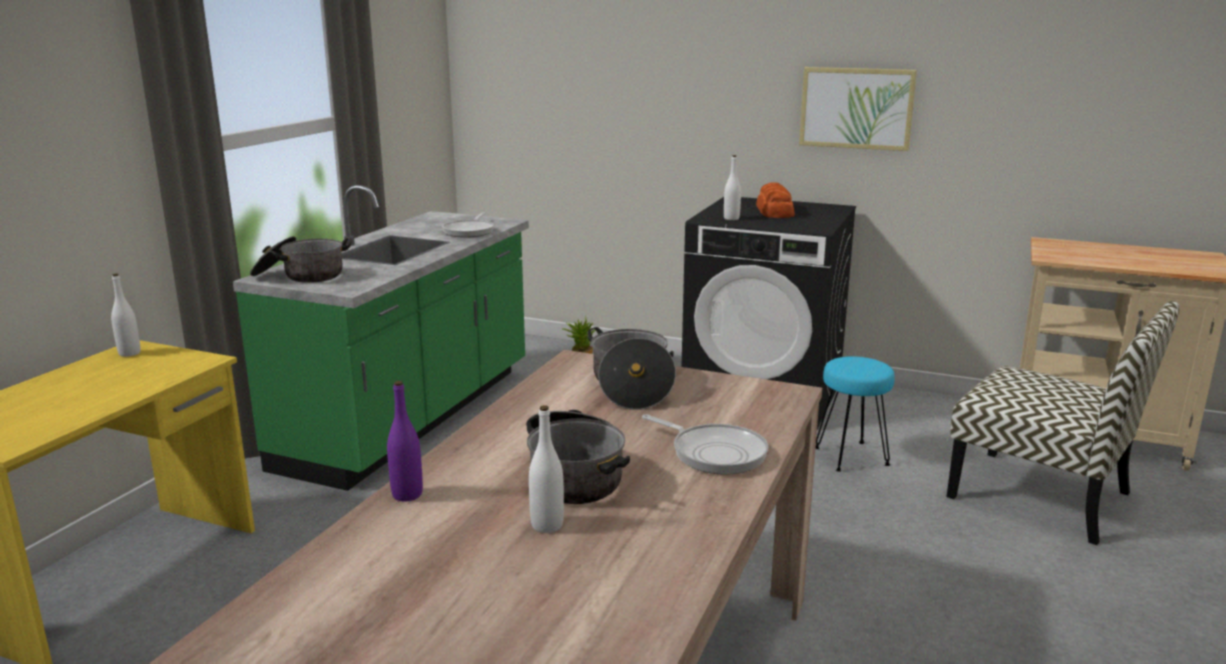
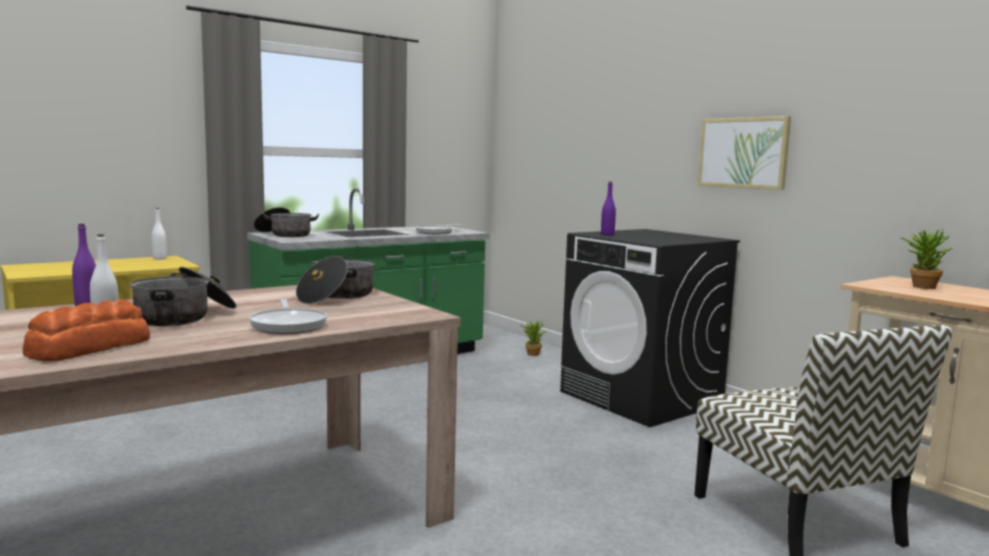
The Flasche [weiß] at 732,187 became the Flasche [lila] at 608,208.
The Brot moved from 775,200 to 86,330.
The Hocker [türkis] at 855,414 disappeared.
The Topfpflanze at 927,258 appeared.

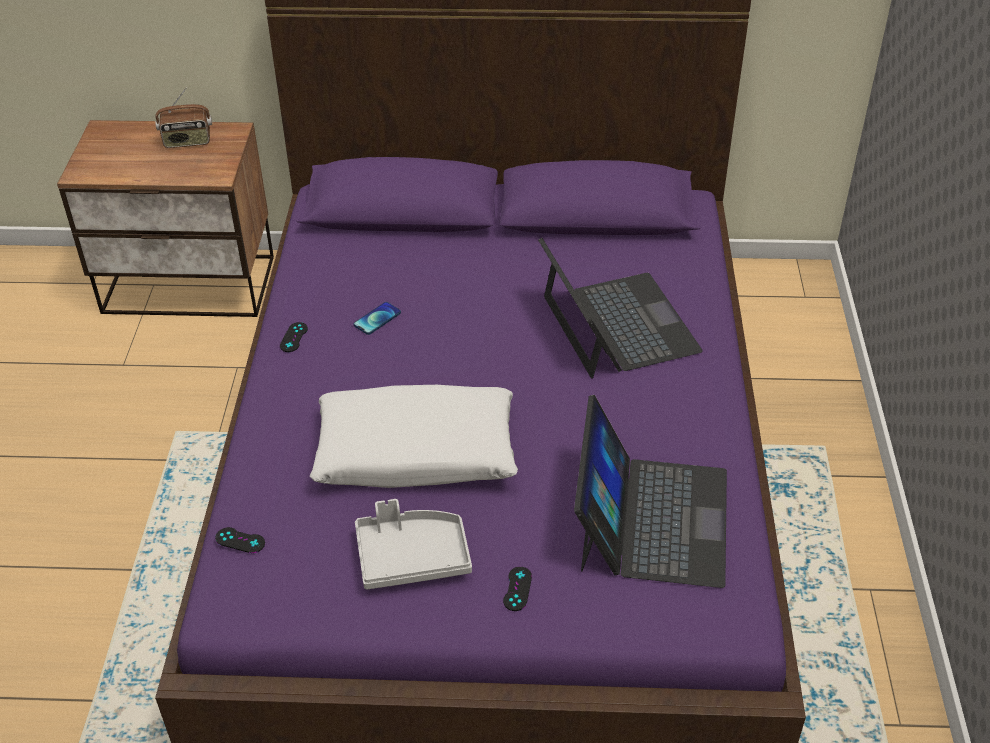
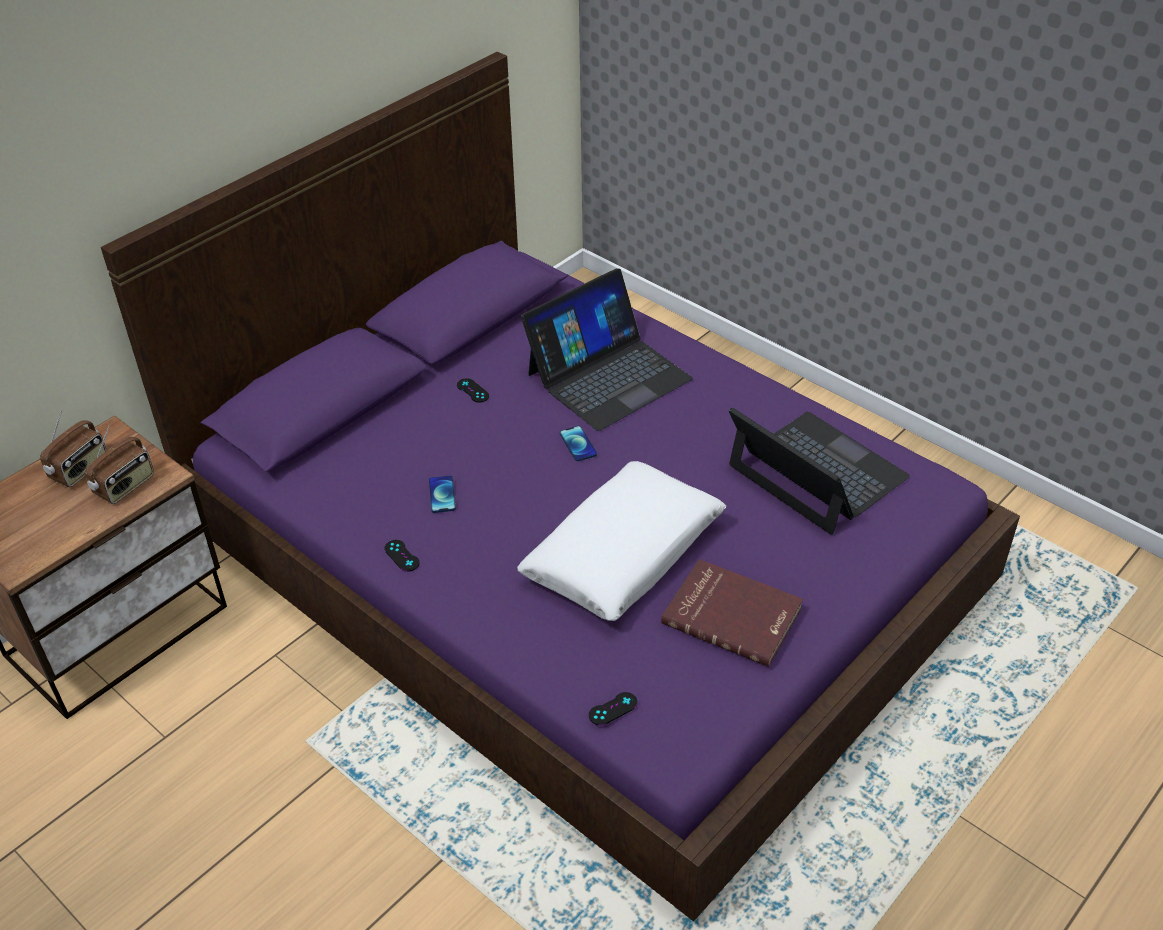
The Tablett [grau] at 413,544 was replaced by the Buch [rot] at 732,613.
The Gamepad [schwarz] moved from 517,589 to 473,390.
The Laptop at 620,308 turned 120 degrees clockwise.
The Radio at 119,465 appeared.
The Handy at 578,443 appeared.

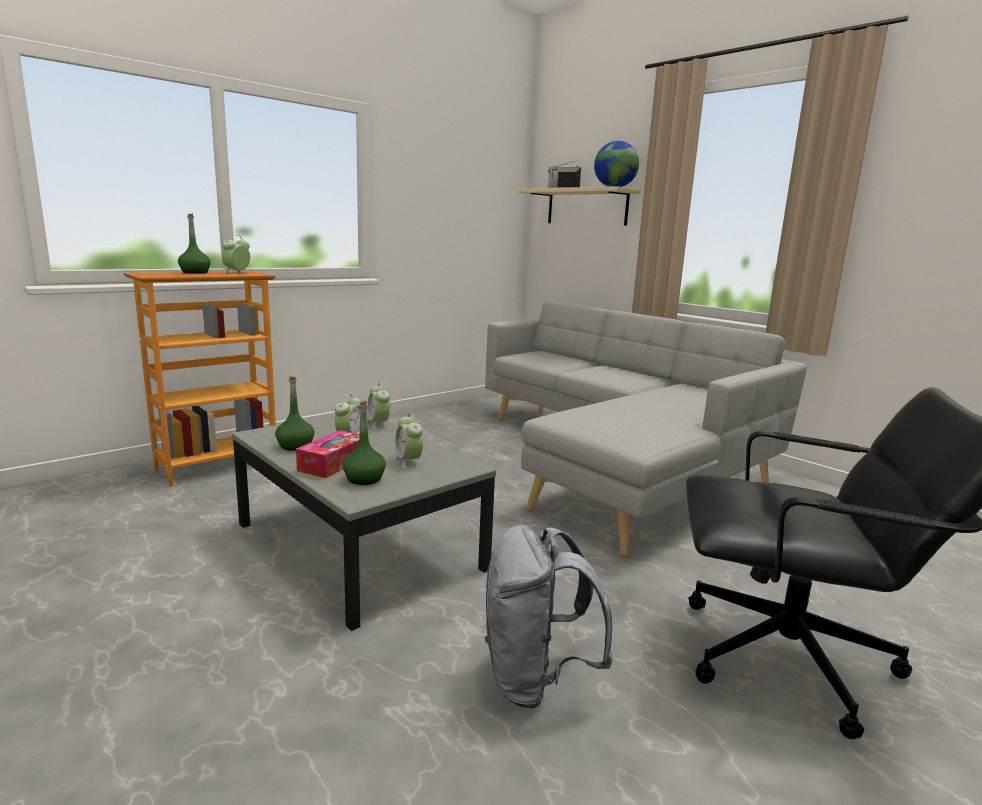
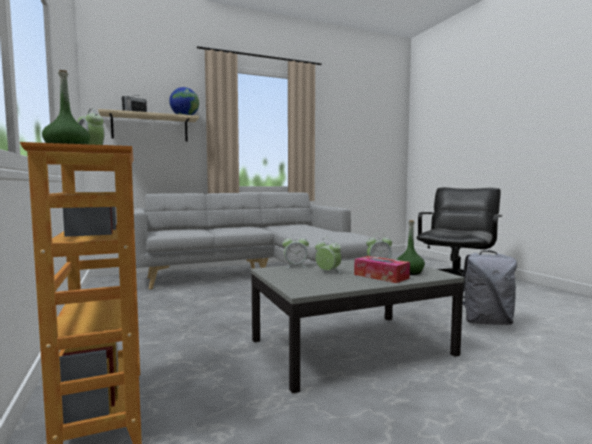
The Flasche [grün] at 295,413 disappeared.

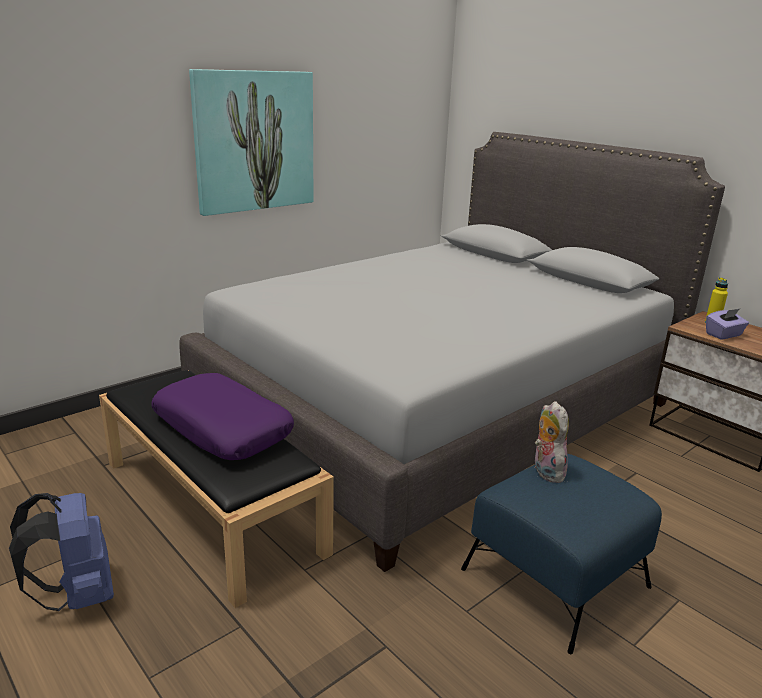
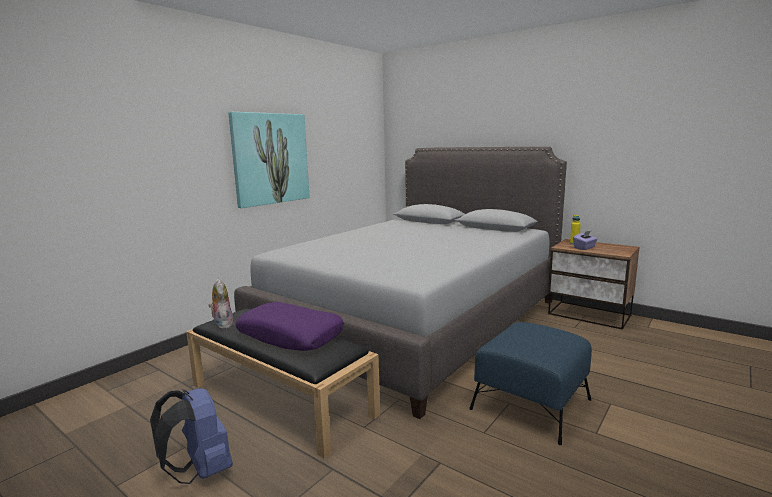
The Plüschtier moved from 552,442 to 221,304.

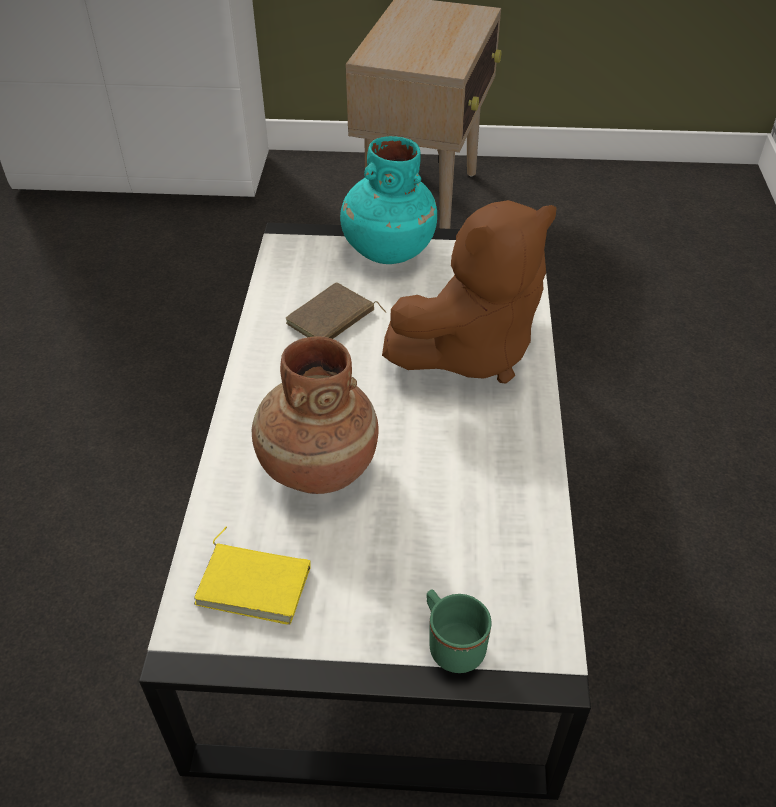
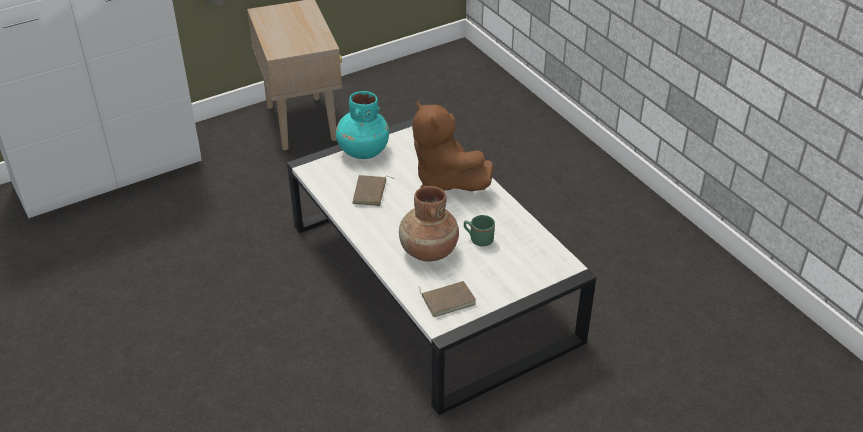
The Buch [gelb] at 252,576 became the Buch [braun] at 447,299.
The Plüschtier [braun] at 469,292 turned 120 degrees clockwise.
The Henkelbecher [grün] moved from 459,631 to 479,230.

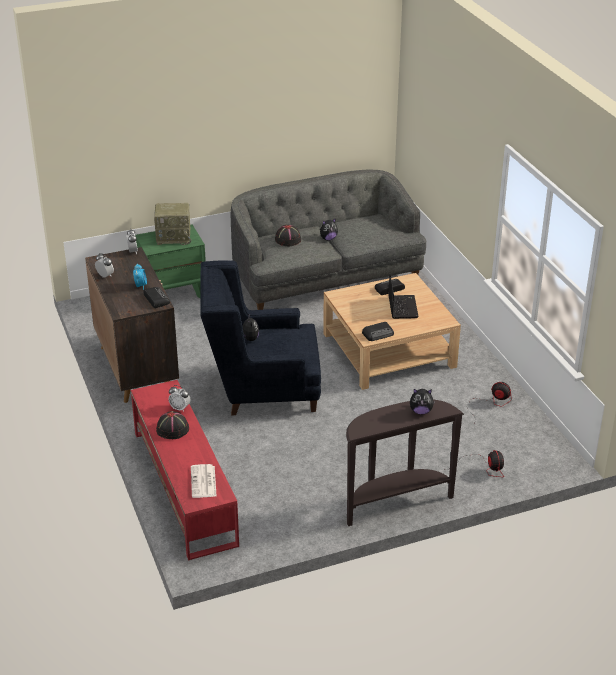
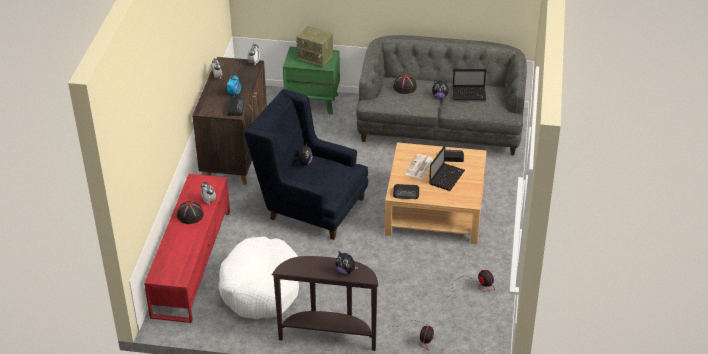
The Zeitung moved from 204,481 to 419,166.
The Hundebett [weiß] at 258,278 appeared.
The Laptop at 469,84 appeared.

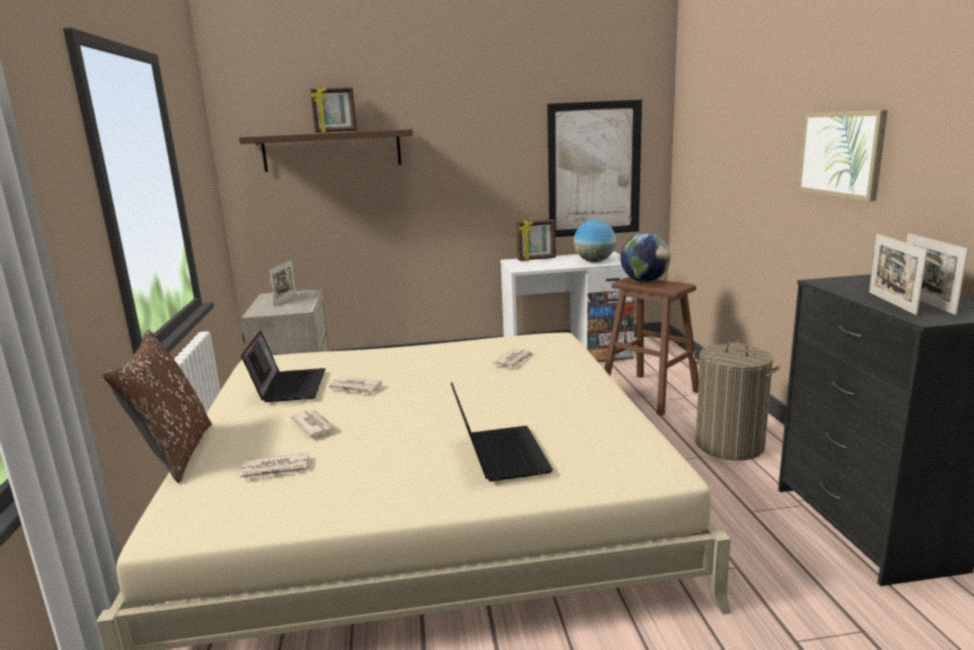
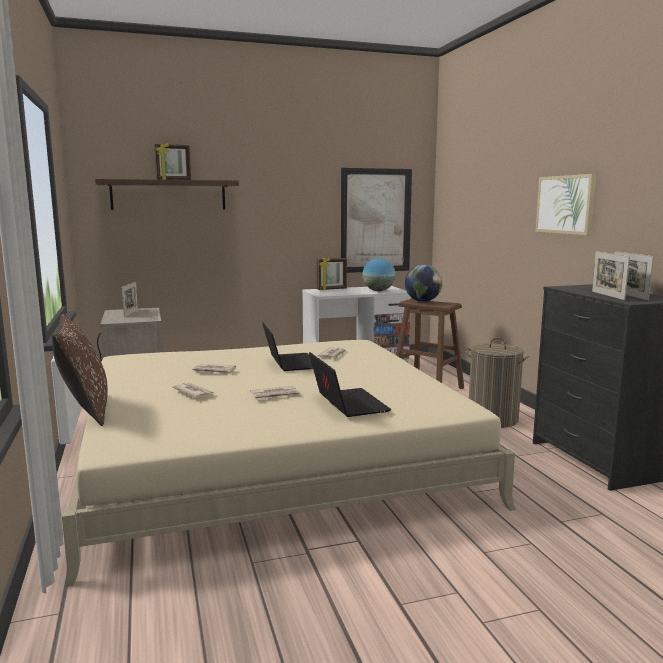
The Zeitung moved from 275,466 to 275,393.
The Laptop moved from 283,366 to 287,346.

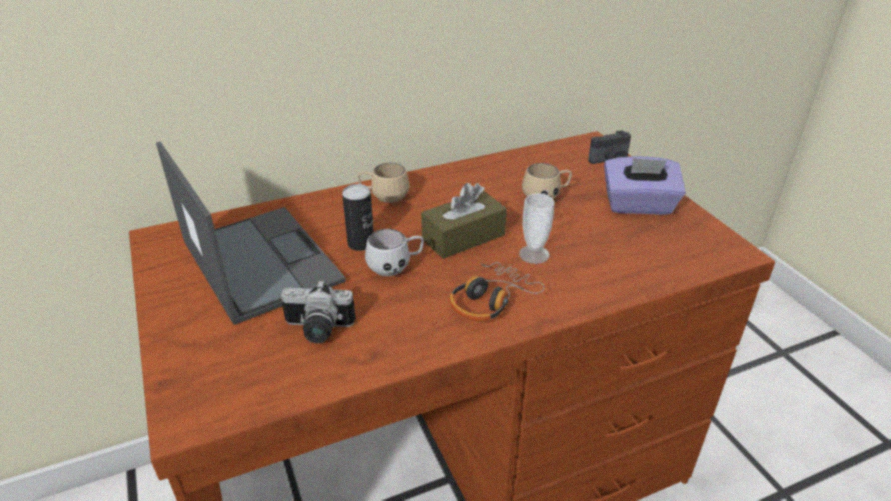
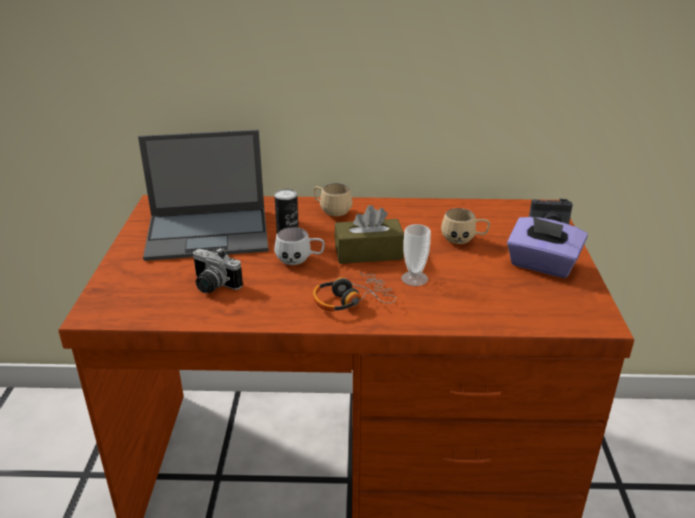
The Laptop at 251,233 turned 90 degrees clockwise.

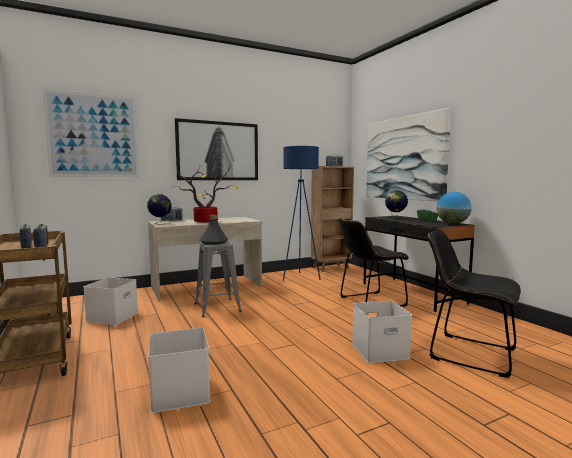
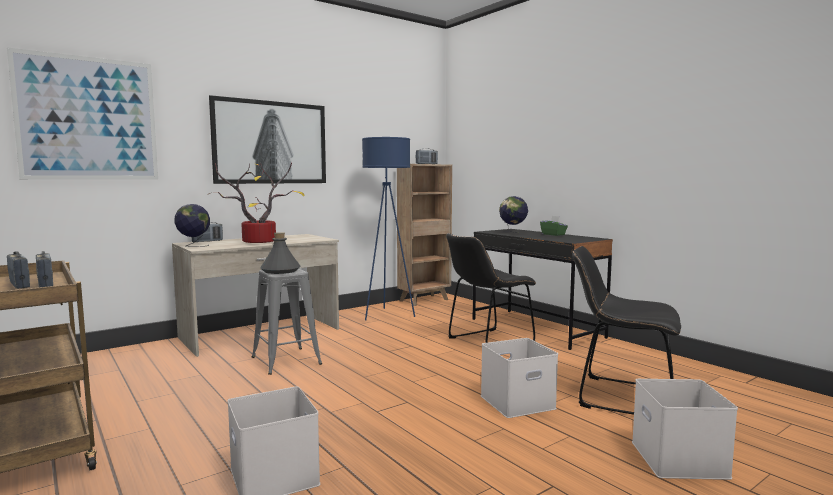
The Aufbewahrungsbox [weiß] moved from 110,301 to 685,429.
The Bild at 408,154 disappeared.
The Globus at 454,208 disappeared.

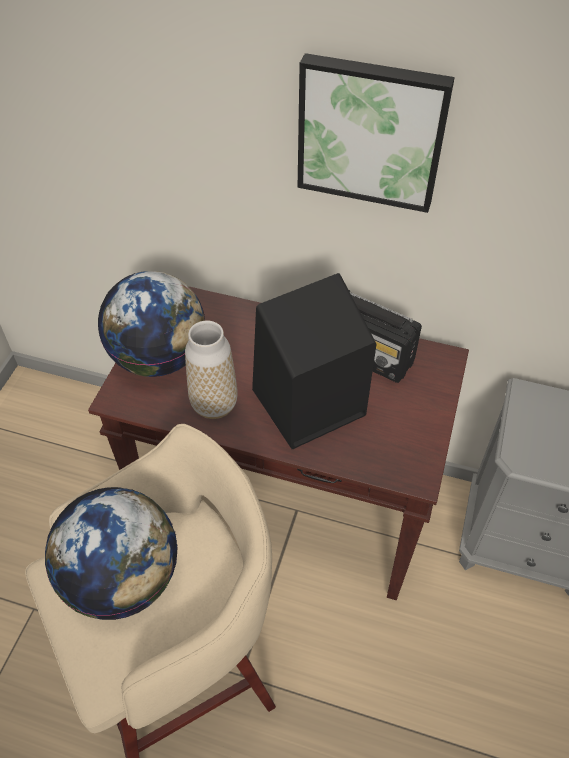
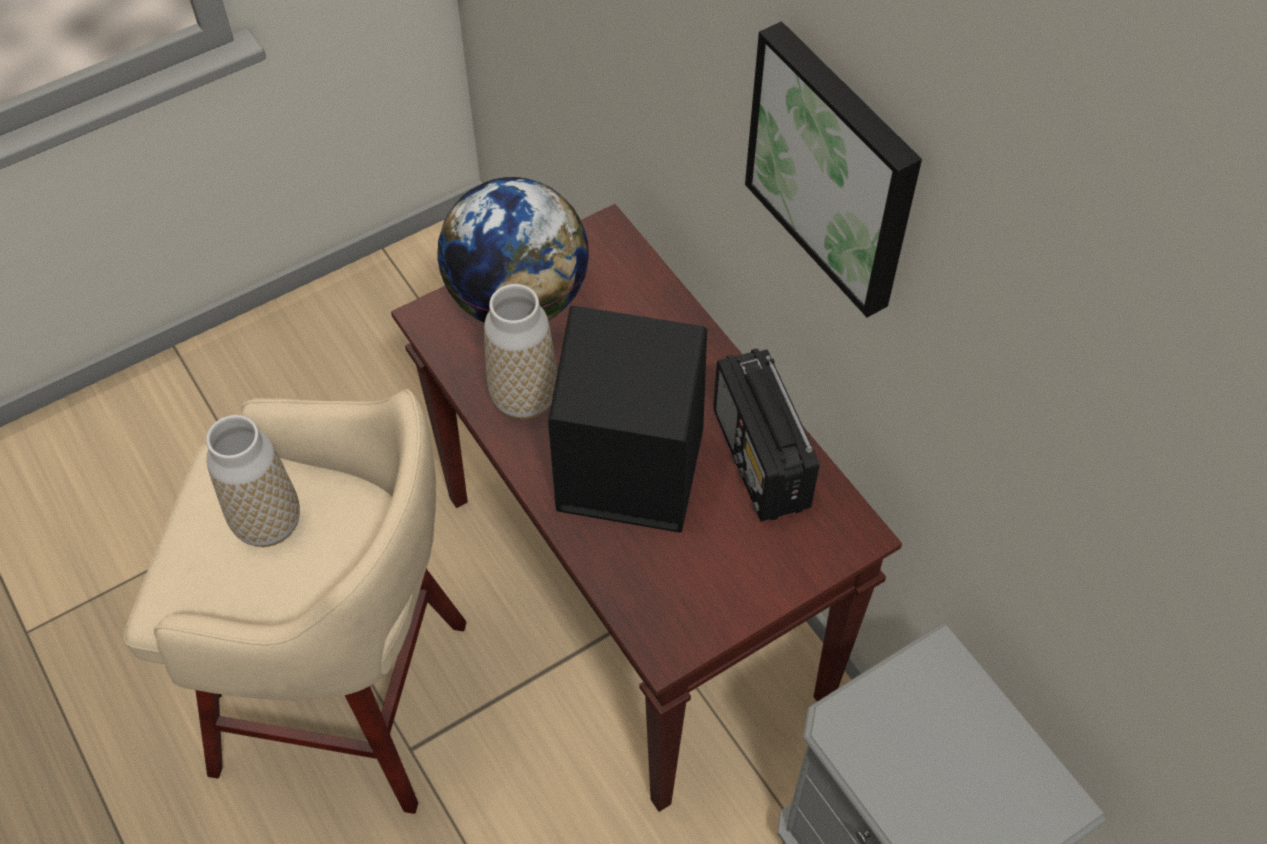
The Globus at 111,553 was replaced by the Vase at 253,481.

